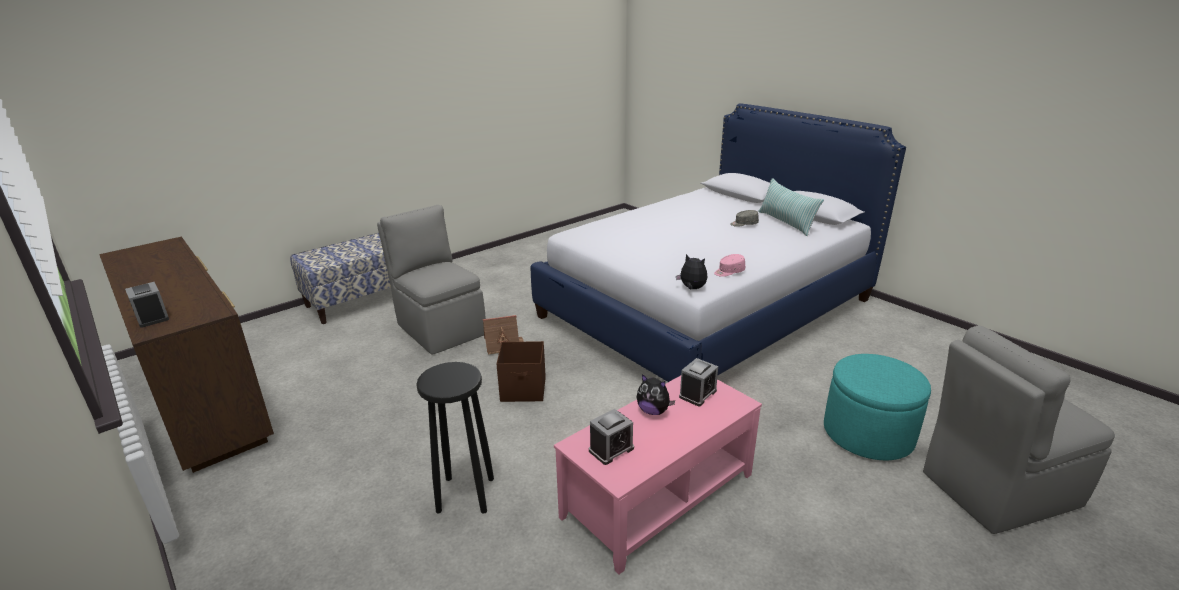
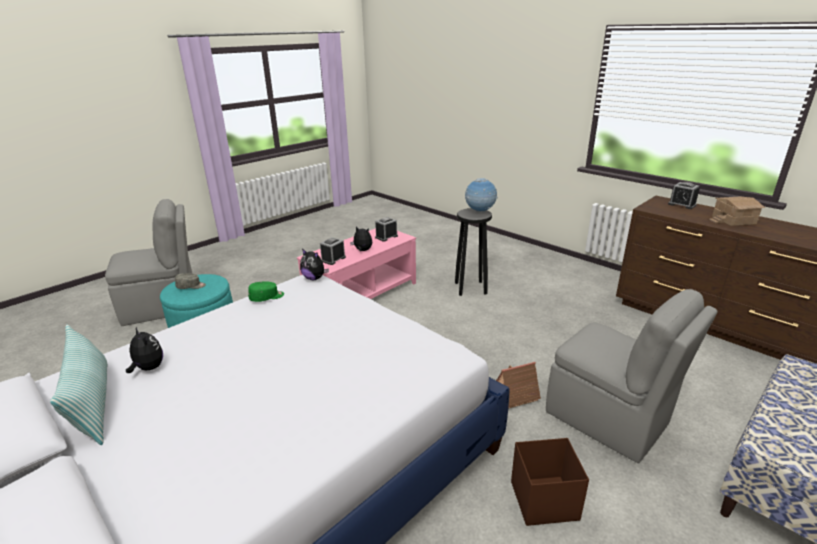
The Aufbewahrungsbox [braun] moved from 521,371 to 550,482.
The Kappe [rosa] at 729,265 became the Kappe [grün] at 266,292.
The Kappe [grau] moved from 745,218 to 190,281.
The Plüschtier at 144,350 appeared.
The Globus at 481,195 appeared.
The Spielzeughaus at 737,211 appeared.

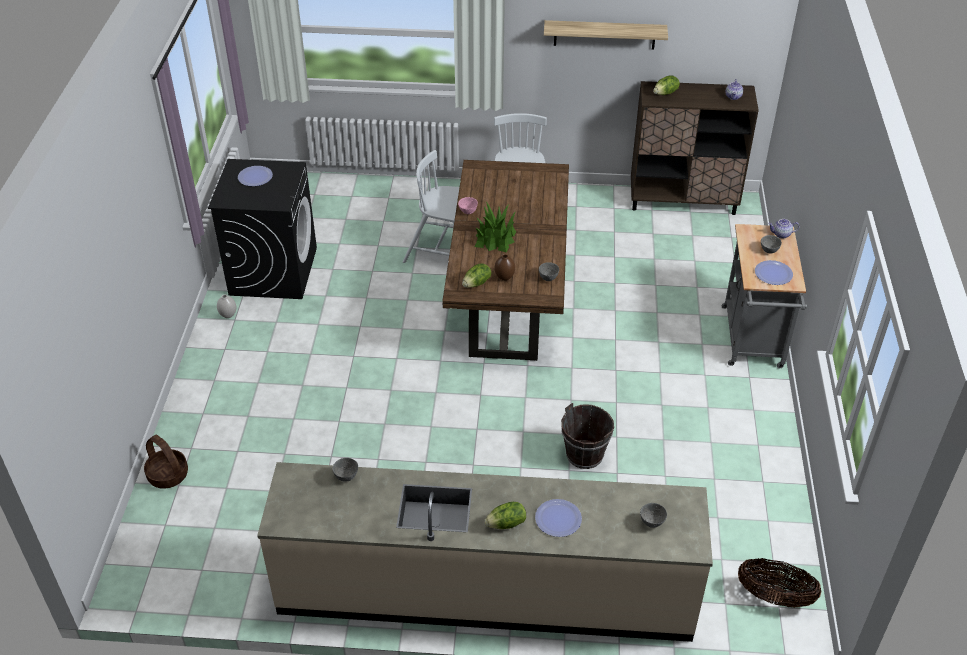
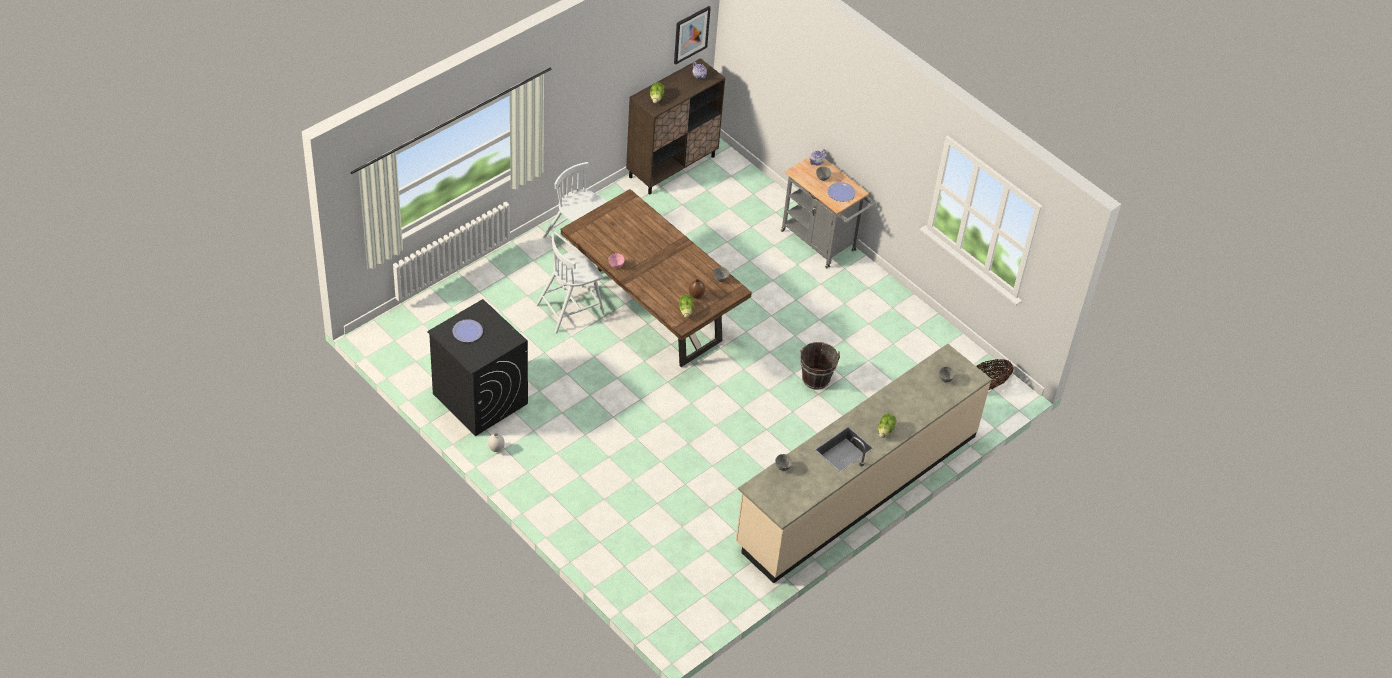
The Korb at 166,462 disappeared.
The Topfpflanze at 495,227 disappeared.
The Teller at 558,518 disappeared.
The Wandregal at 606,35 disappeared.
The Bild at 692,35 appeared.

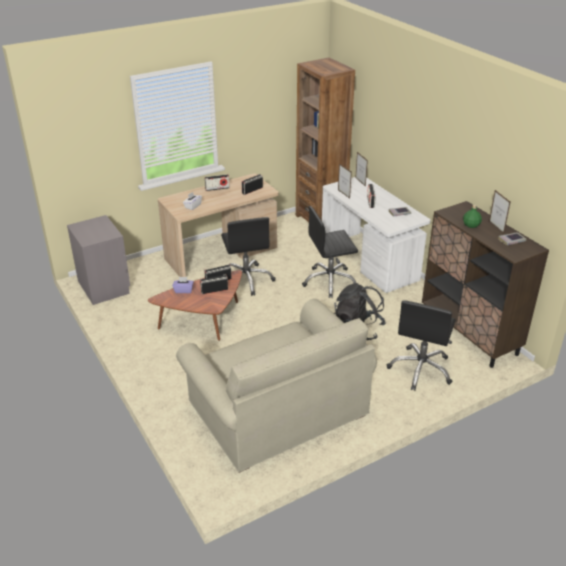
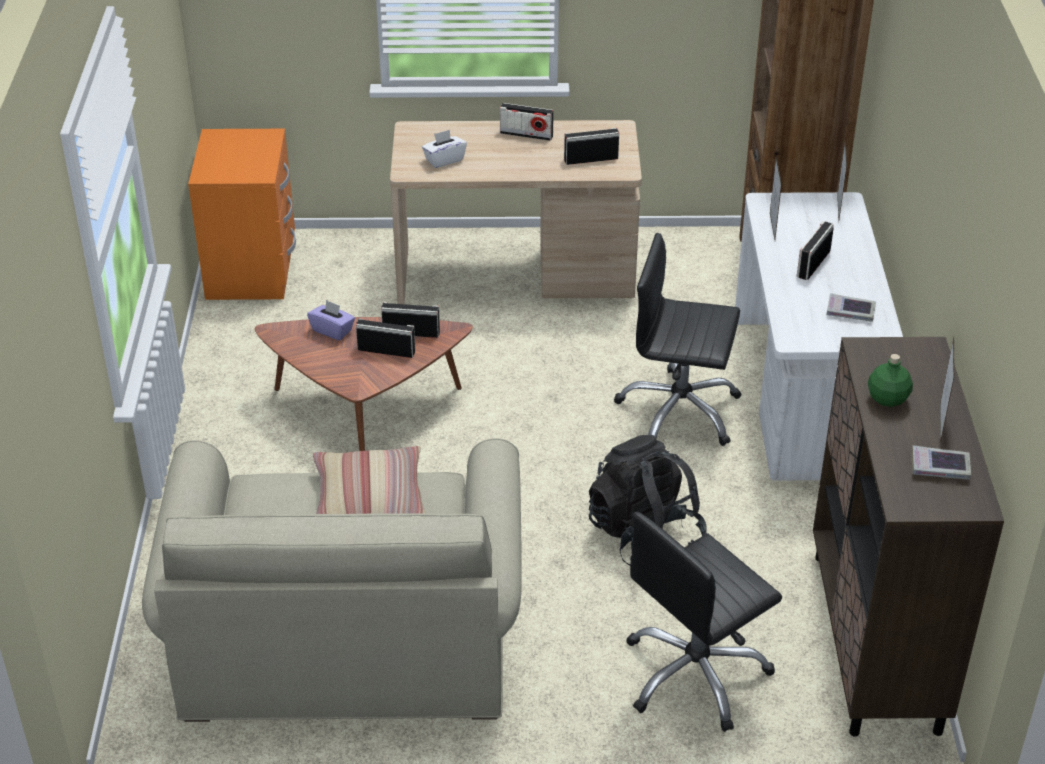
The Nachttisch [grau] at 98,260 became the Nachttisch [orange] at 242,214.
The Bürostuhl [schwarz] at 248,256 disappeared.
The Kissen at 369,480 appeared.

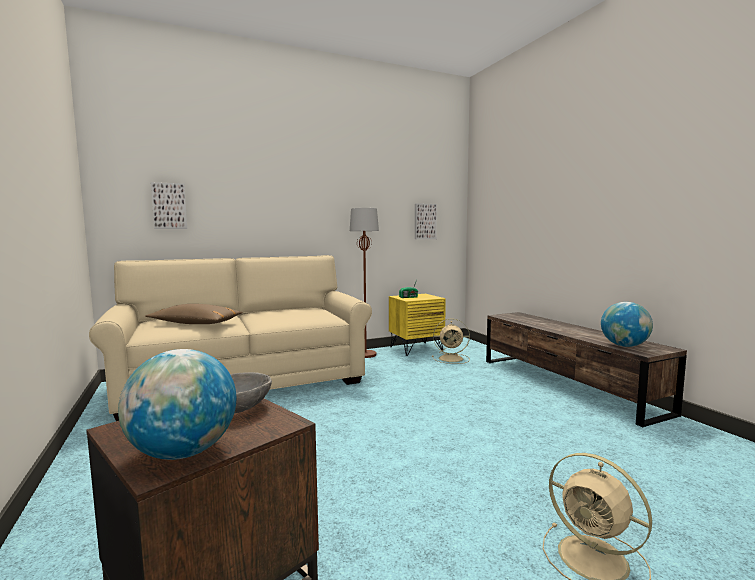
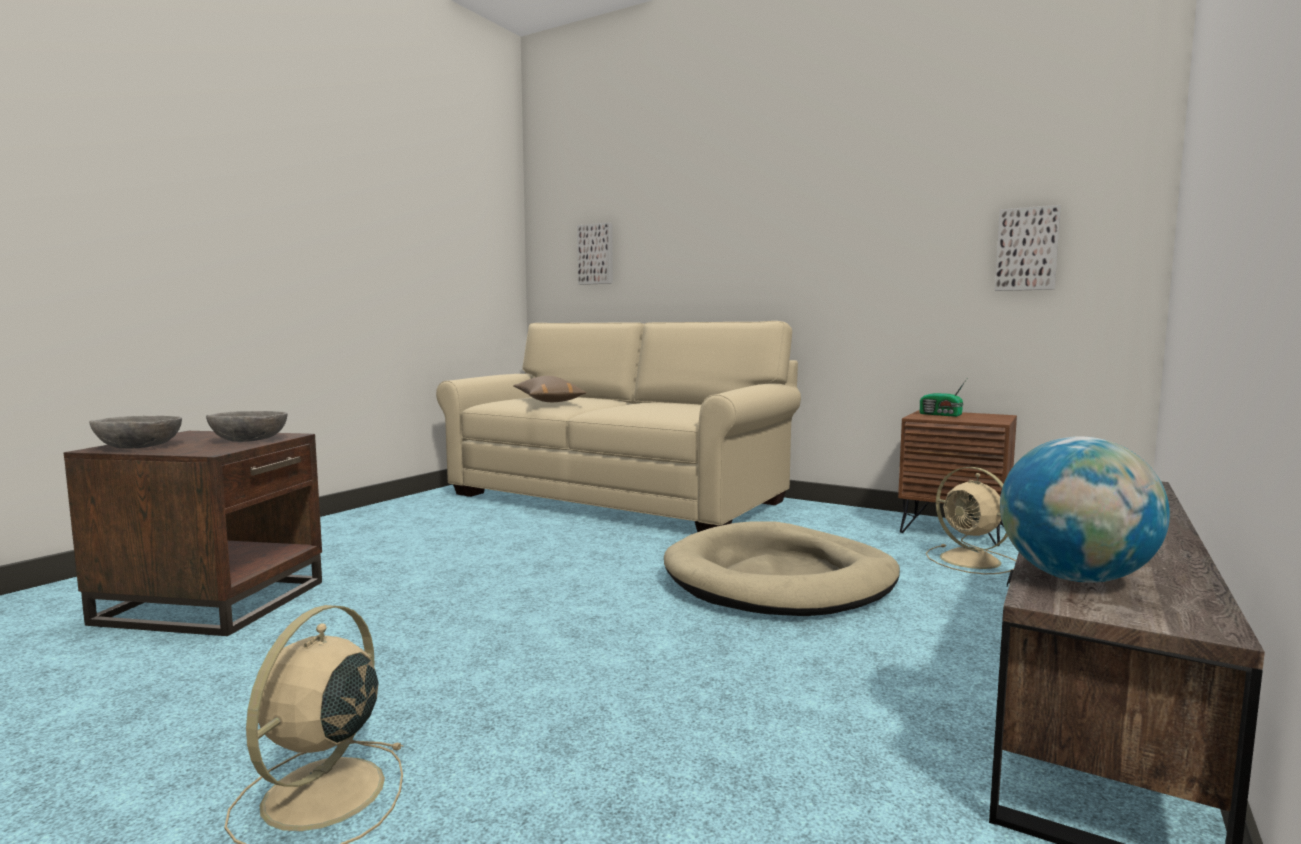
The Globus at 177,404 was replaced by the Schüssel [grau] at 135,432.
The Stehlampe [braun] at 364,283 disappeared.
The Nachttisch [gelb] at 417,325 became the Nachttisch [braun] at 957,478.
The Hundebett [beige] at 782,568 appeared.

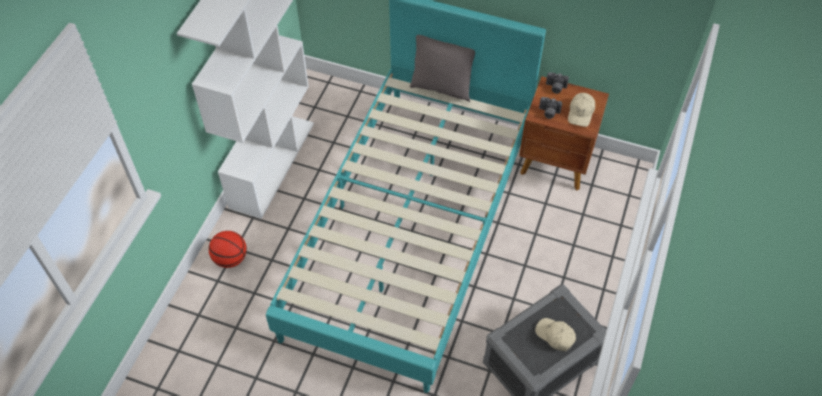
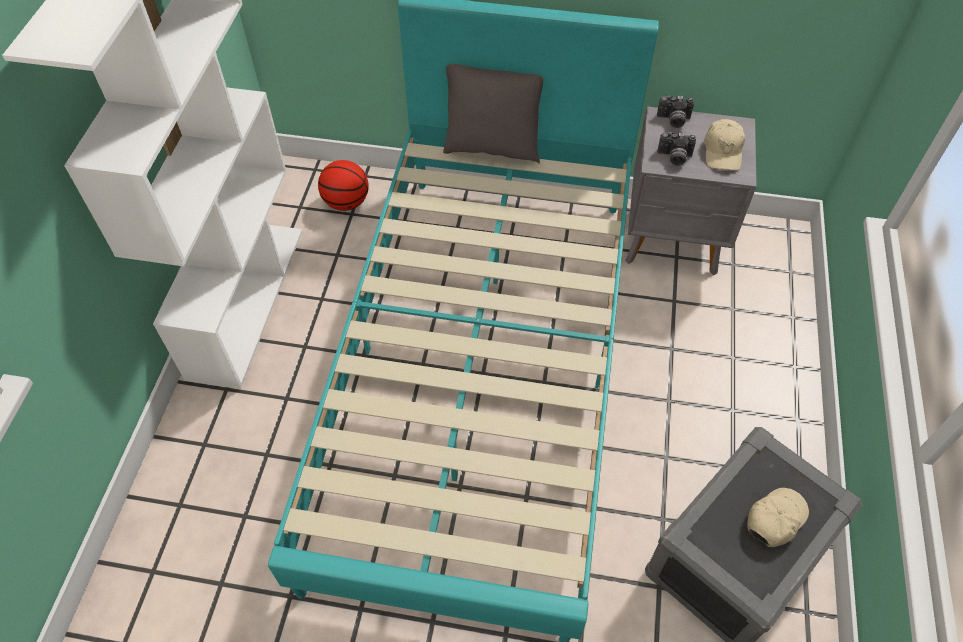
The Basketball moved from 228,249 to 343,185.
The Nachttisch [braun] at 564,133 became the Nachttisch [grau] at 691,190.
The Kappe [beige] at 555,334 turned 105 degrees clockwise.

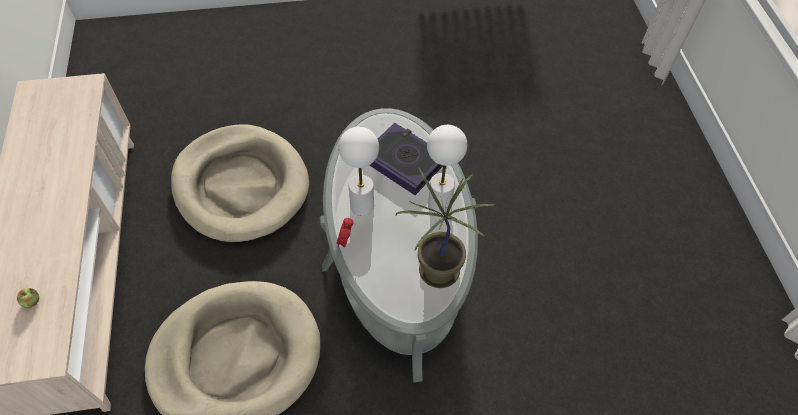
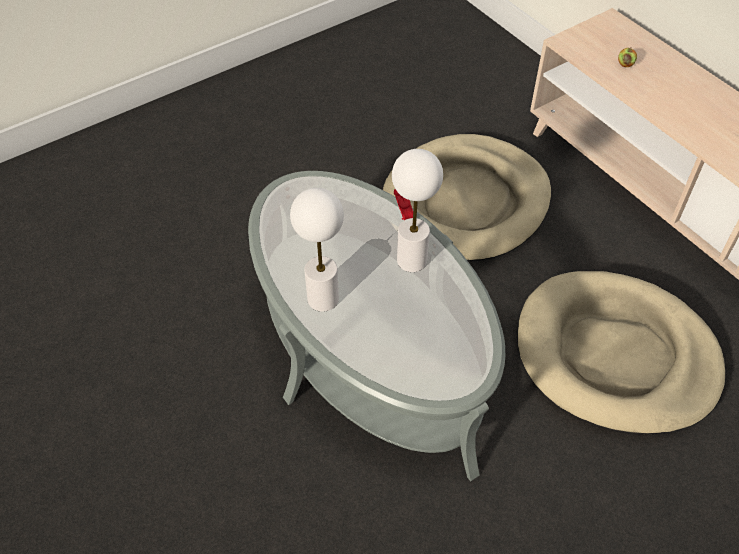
The Buch at 406,159 disappeared.
The Topfpflanze at 445,228 disappeared.

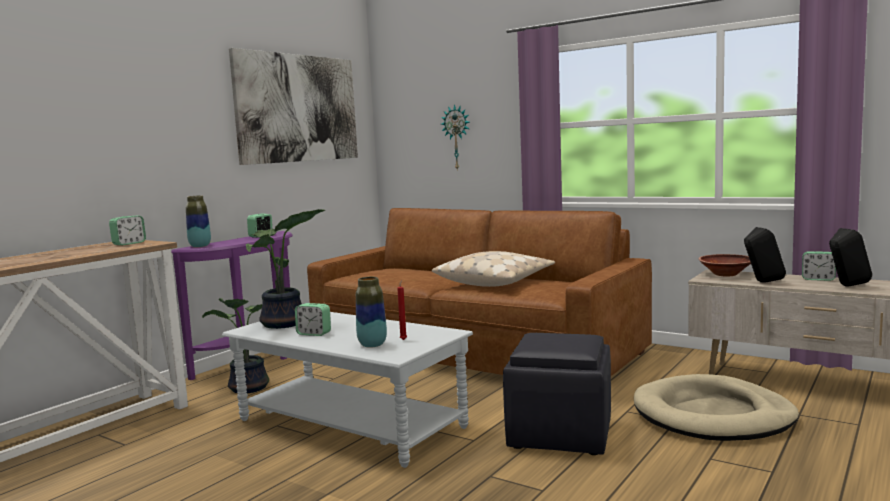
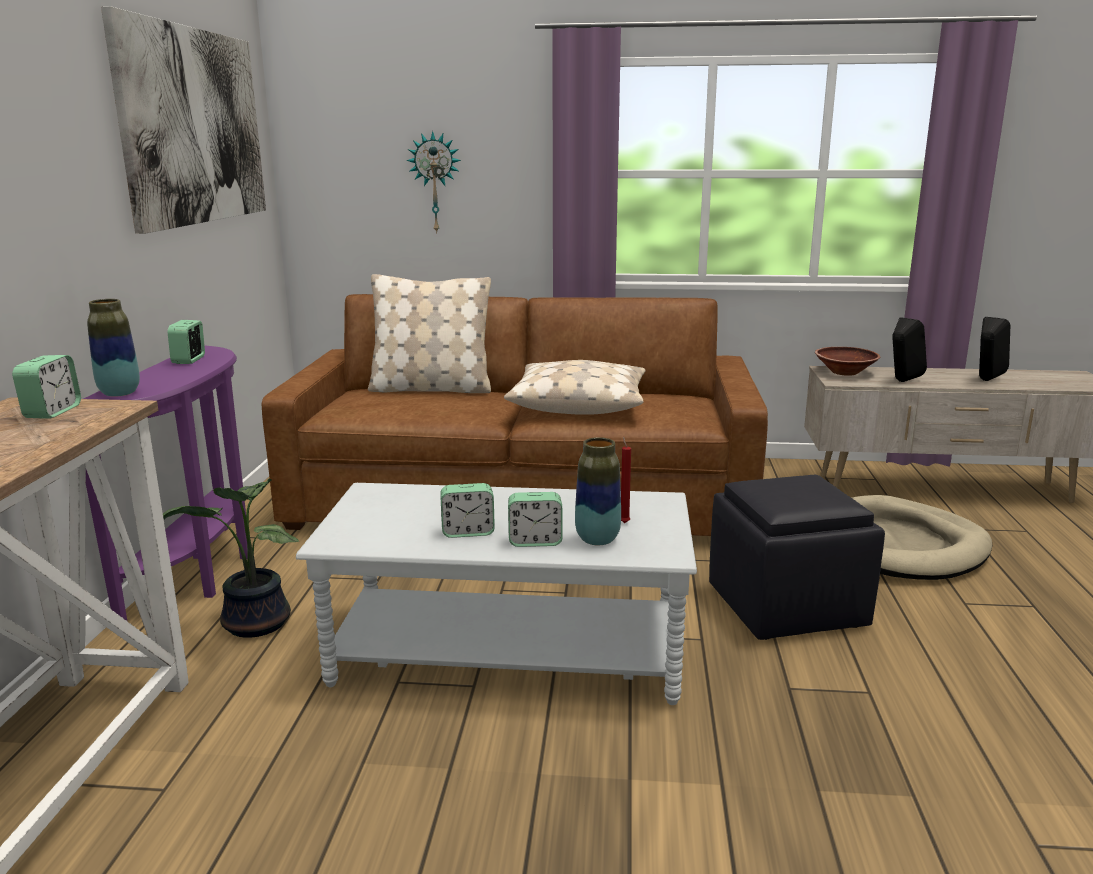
The Topfpflanze at 285,269 disappeared.
The Wecker moved from 819,266 to 535,519.
The Kissen [beige] at 429,333 appeared.

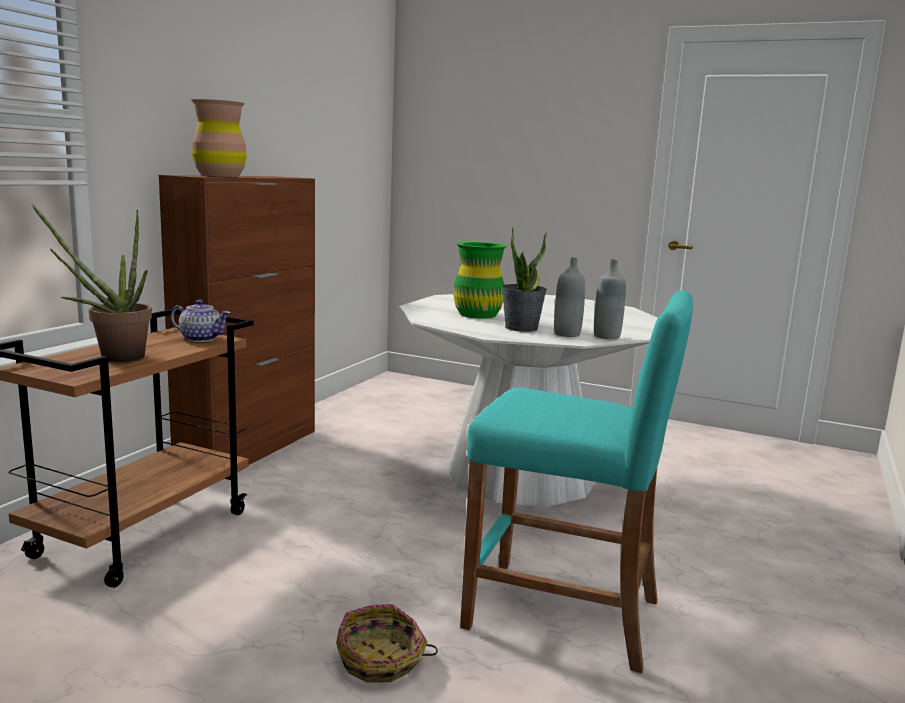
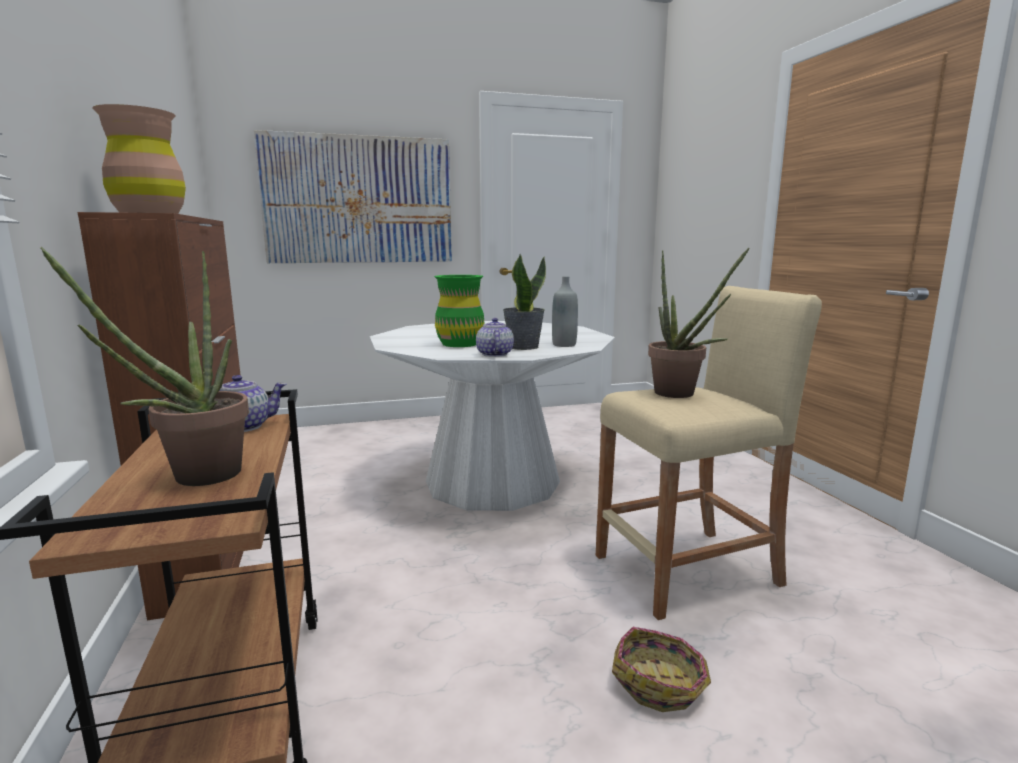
The Hocker [türkis] at 576,481 became the Hocker [beige] at 709,453.
The Flasche [grau] at 610,299 disappeared.
The Bild at 353,196 appeared.
The Teekanne at 495,337 appeared.
The Topfpflanze at 699,323 appeared.

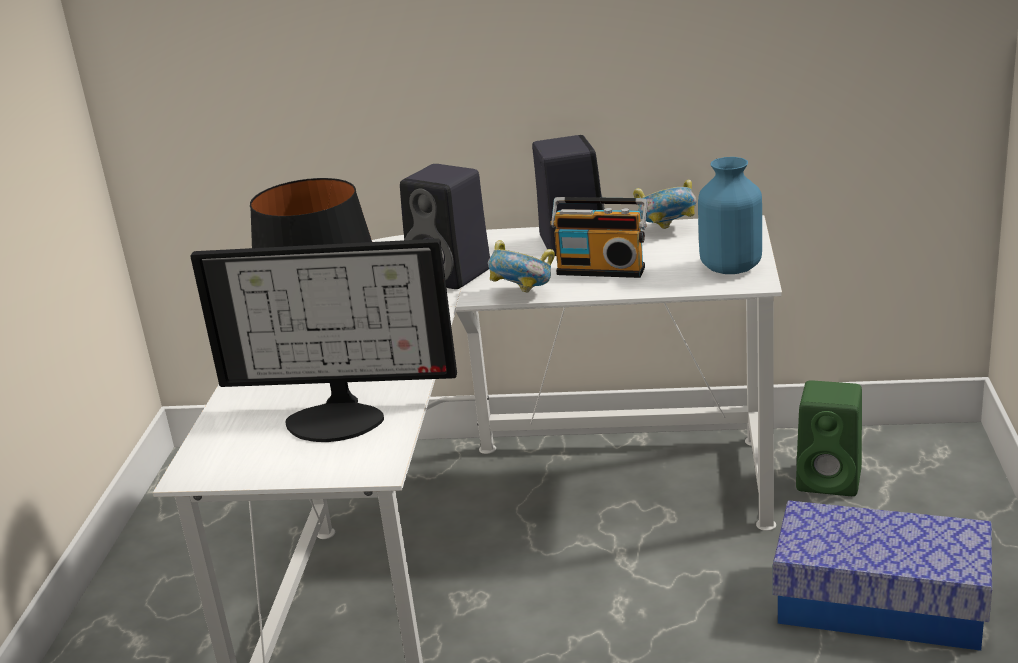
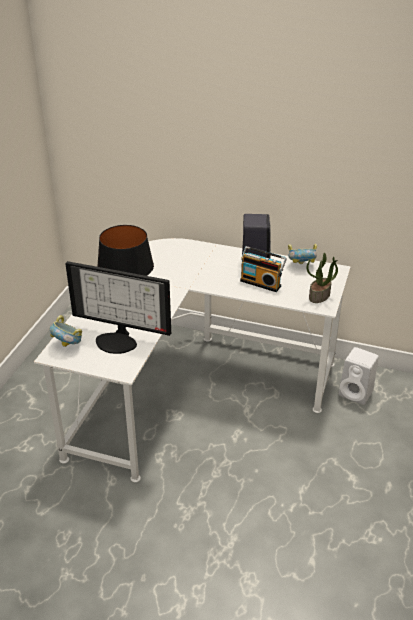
The Lautsprecher [schwarz] at 445,226 disappeared.
The Schüssel moved from 521,266 to 66,331.
The Vase [blau] at 730,215 was replaced by the Topfpflanze at 322,278.
The Aufbewahrungsbox at 882,575 disappeared.
The Lautsprecher [grün] at 829,438 became the Lautsprecher [weiß] at 359,376.

